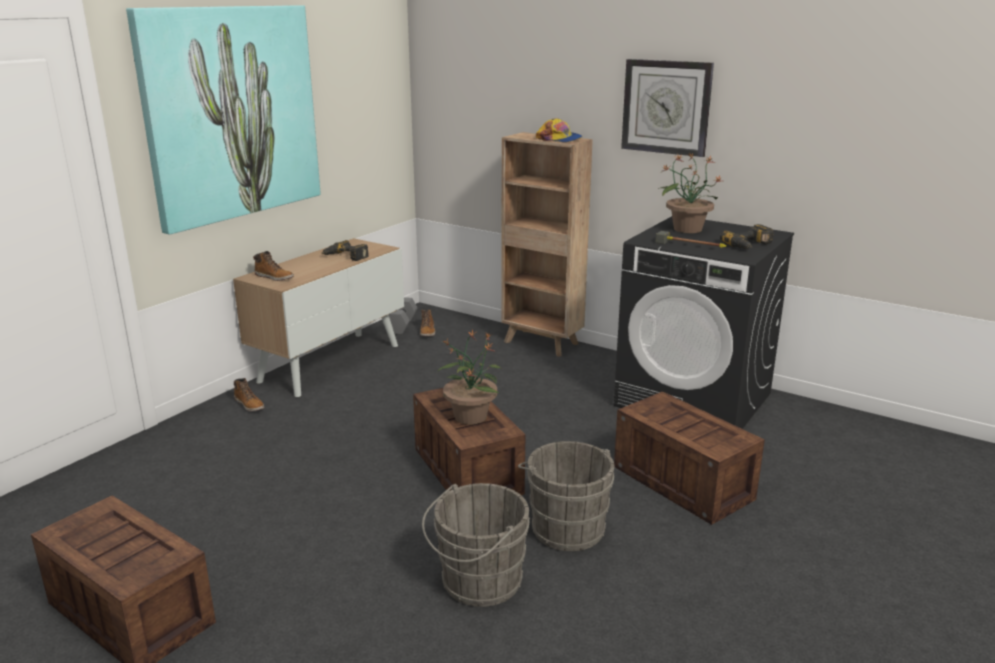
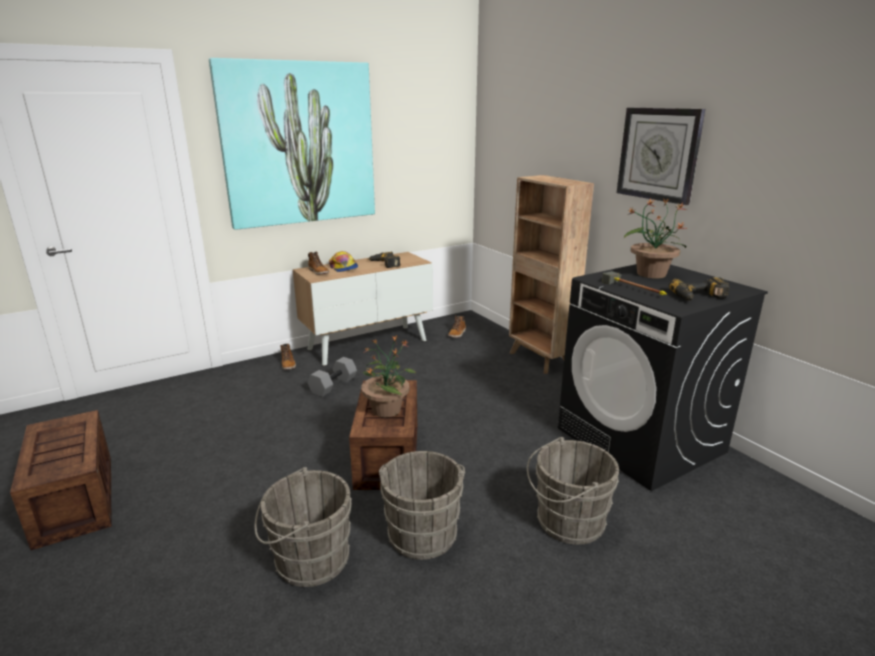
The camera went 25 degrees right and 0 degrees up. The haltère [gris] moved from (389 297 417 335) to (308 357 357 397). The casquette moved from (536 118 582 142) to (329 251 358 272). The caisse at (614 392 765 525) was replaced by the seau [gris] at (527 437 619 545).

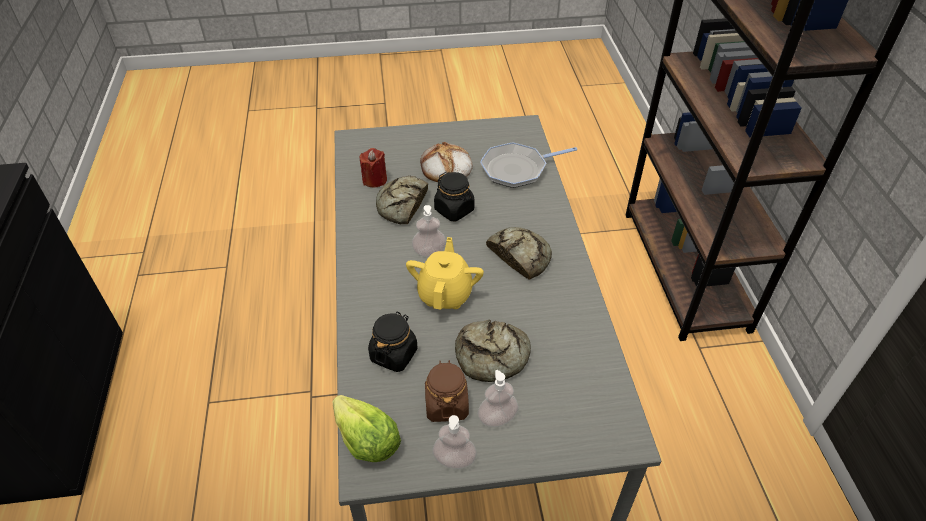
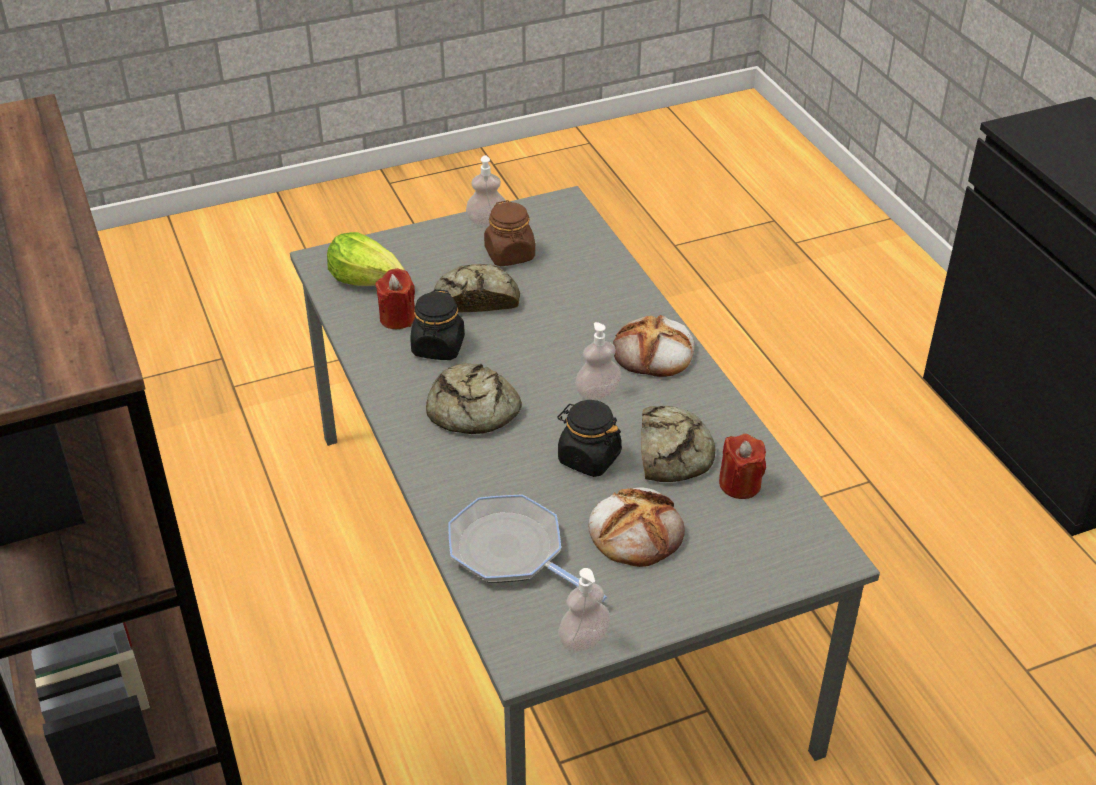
The camera went 165 degrees right and 5 degrees down. The laitue moved from (333 395 401 462) to (327 232 405 286). The bocal [noir] moved from (368 311 418 372) to (410 289 465 360). The théière [jaune] at (406 237 484 309) disappeared. The distributeur de savon moved from (477 370 519 427) to (558 568 611 652). The poêle at (480 142 577 188) turned 105 degrees counterclockwise. The bougie [rouge] at (375 268 415 329) appeared. The pain at (613 315 695 377) appeared.

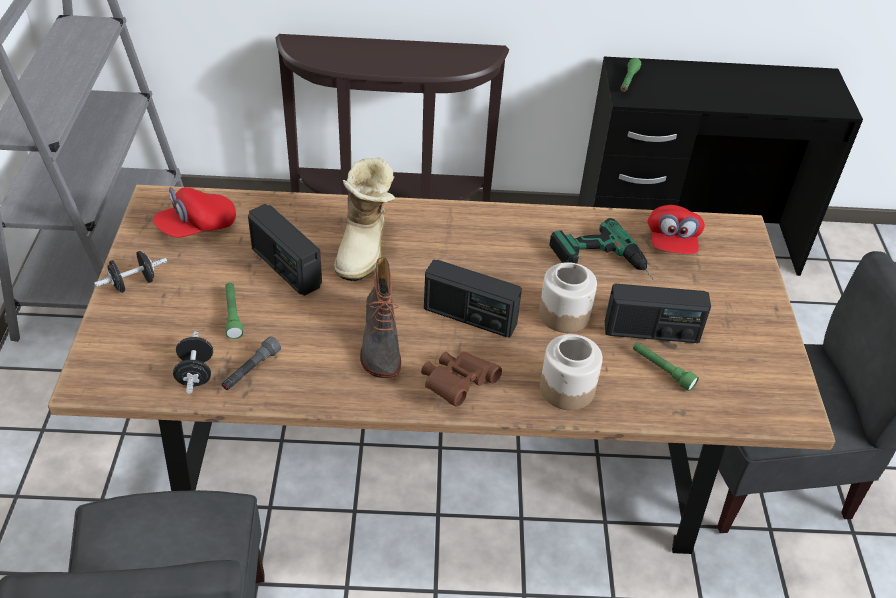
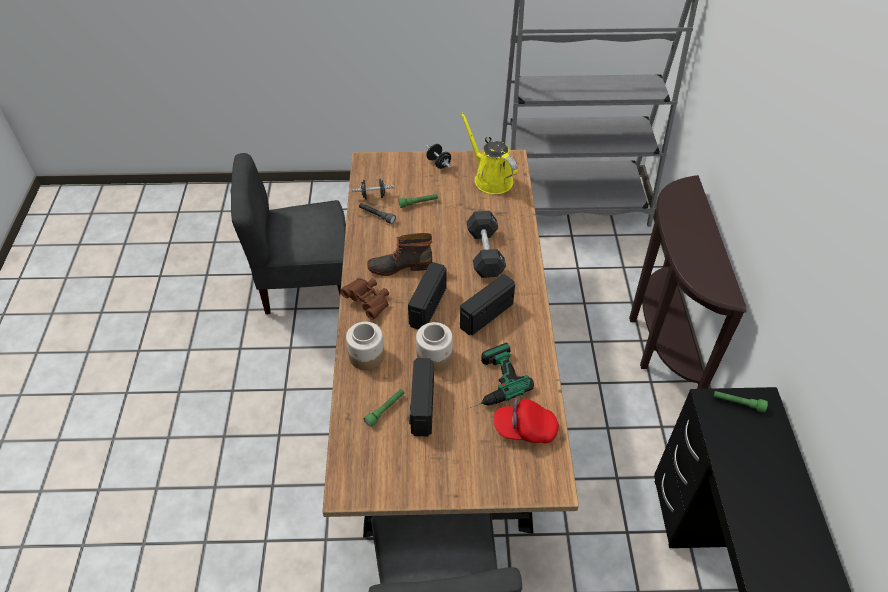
The camera went 90 degrees right and 5 degrees up. The casquette [rouge] at (153 187 236 238) was replaced by the arrosoir [jaune] at (460 112 518 194). The radio moved from (248 204 322 296) to (460 274 515 336). The botte at (334 157 396 282) was replaced by the haltère [noir] at (466 211 506 278).

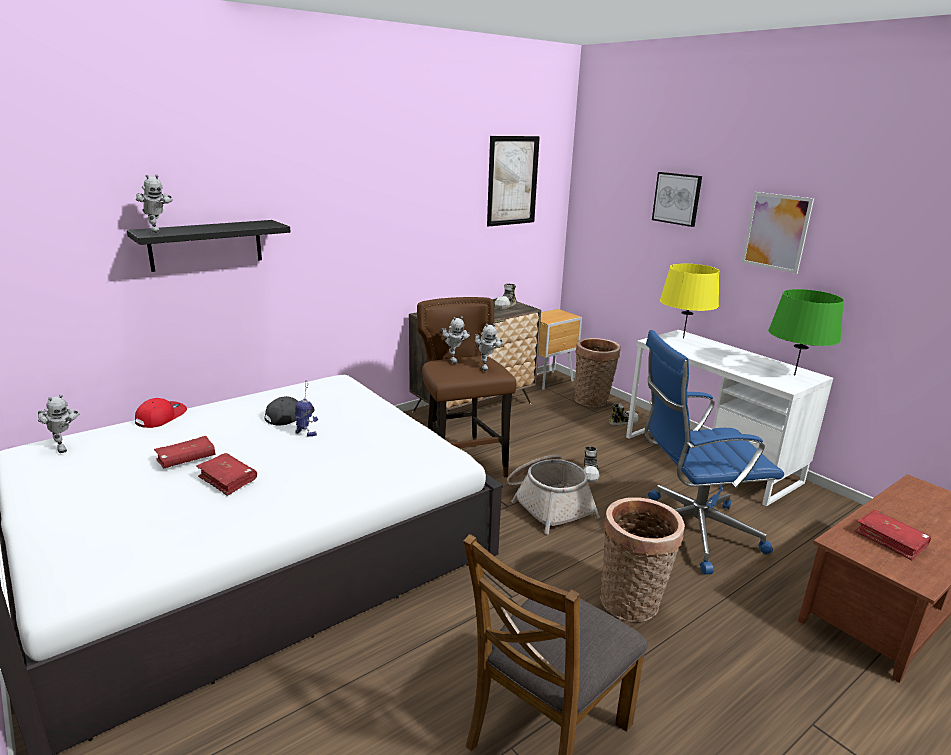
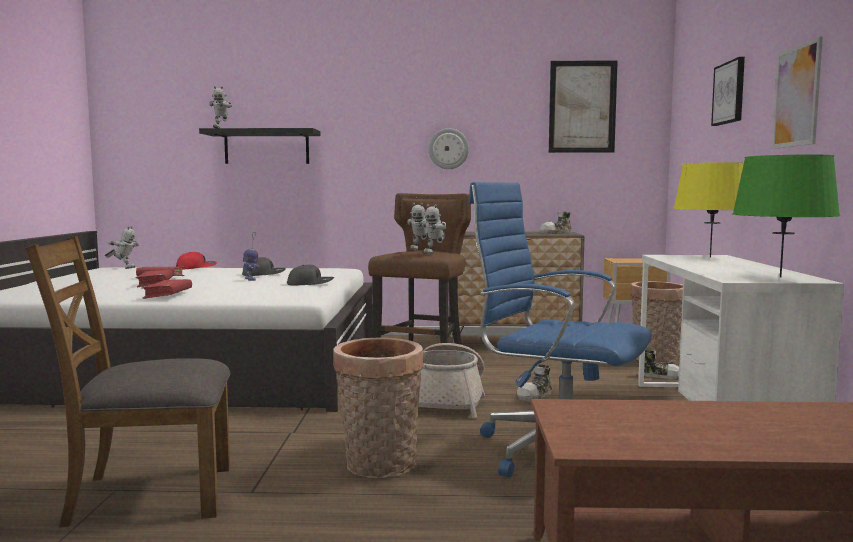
The camera went 40 degrees right and 15 degrees down. The robot jouet at (38 394 79 453) turned 75 degrees counterclockwise. The livre [rouge] moved from (854 510 932 561) to (141 279 192 299). The casquette [gris] at (287 265 334 286) appeared. The horloge murale at (428 128 469 169) appeared.

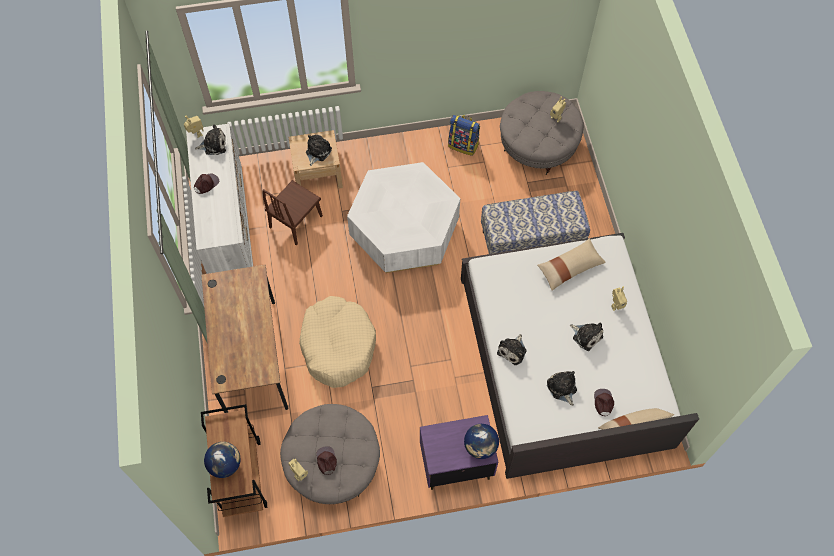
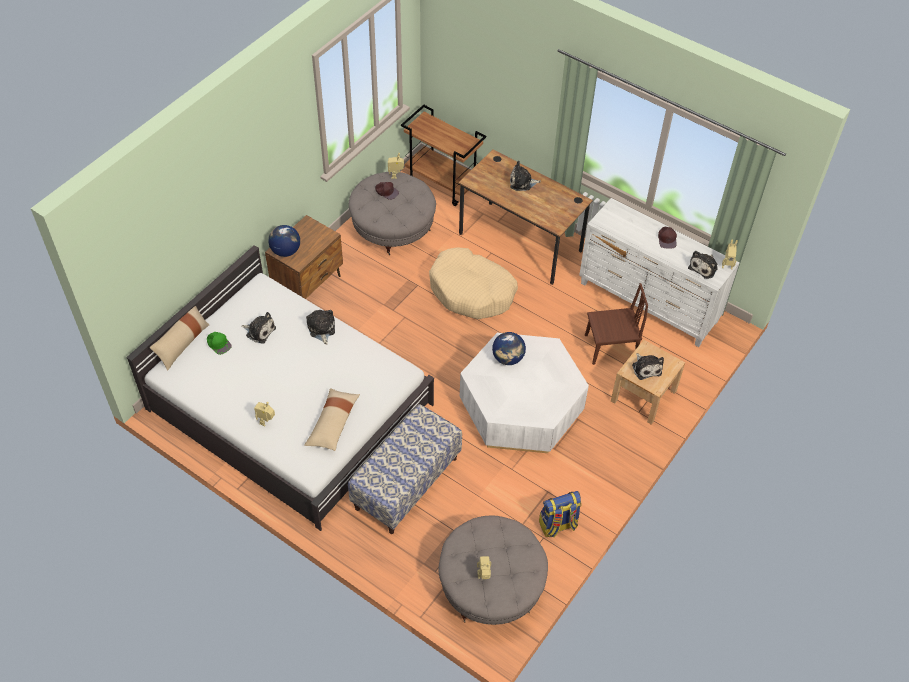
The camera went 135 degrees right and 10 degrees down. The globe moved from (204 442 240 478) to (492 332 526 365). The chaise [marron] at (263 180 323 245) turned 90 degrees clockwise. The table de chevet [violet] at (420 415 498 490) became the table de chevet [marron] at (265 215 343 299). The peluche moved from (570 322 603 351) to (510 161 541 191). The casquette [marron] at (594 389 614 416) became the casquette [vert] at (207 332 232 355).

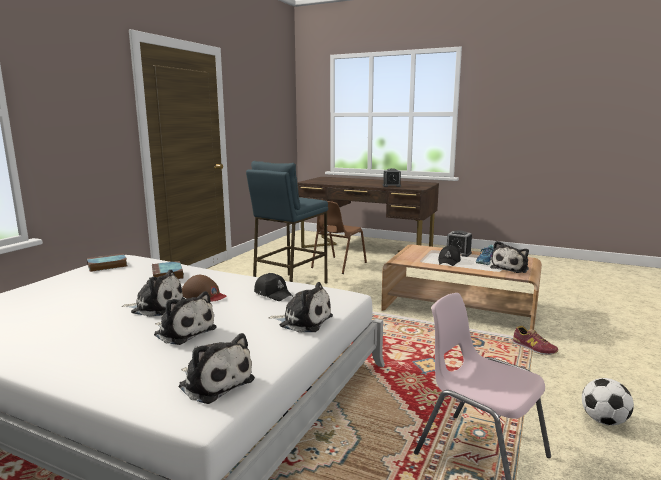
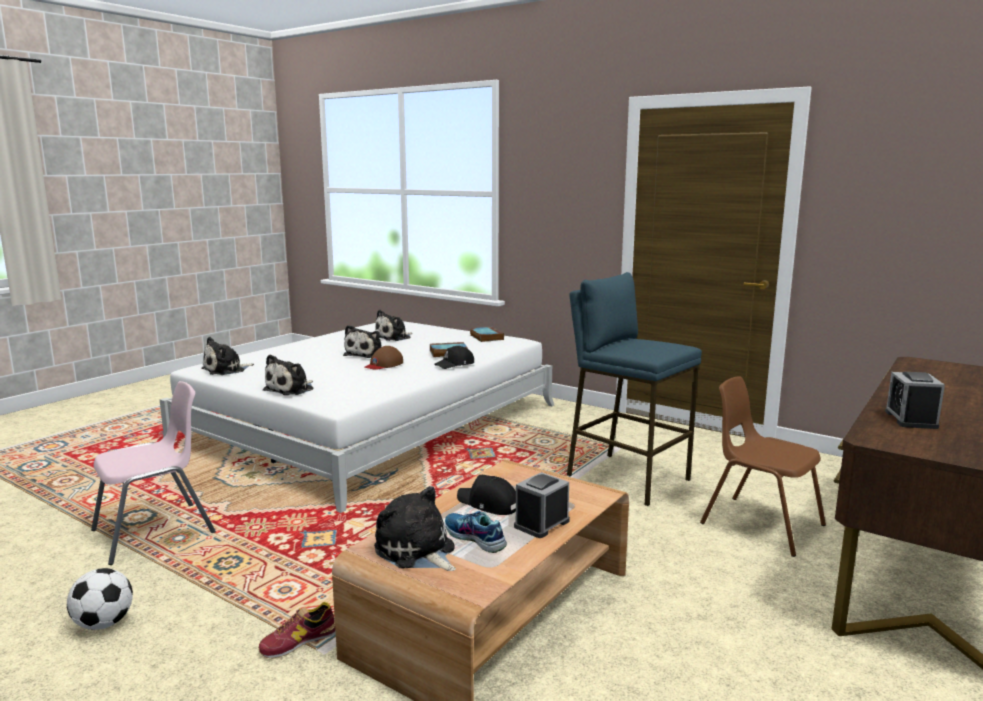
The camera went 100 degrees right and 0 degrees up. The peluche moved from (154 291 217 345) to (375 310 413 341). The casquette [noir] moved from (254 273 293 301) to (434 345 474 369).

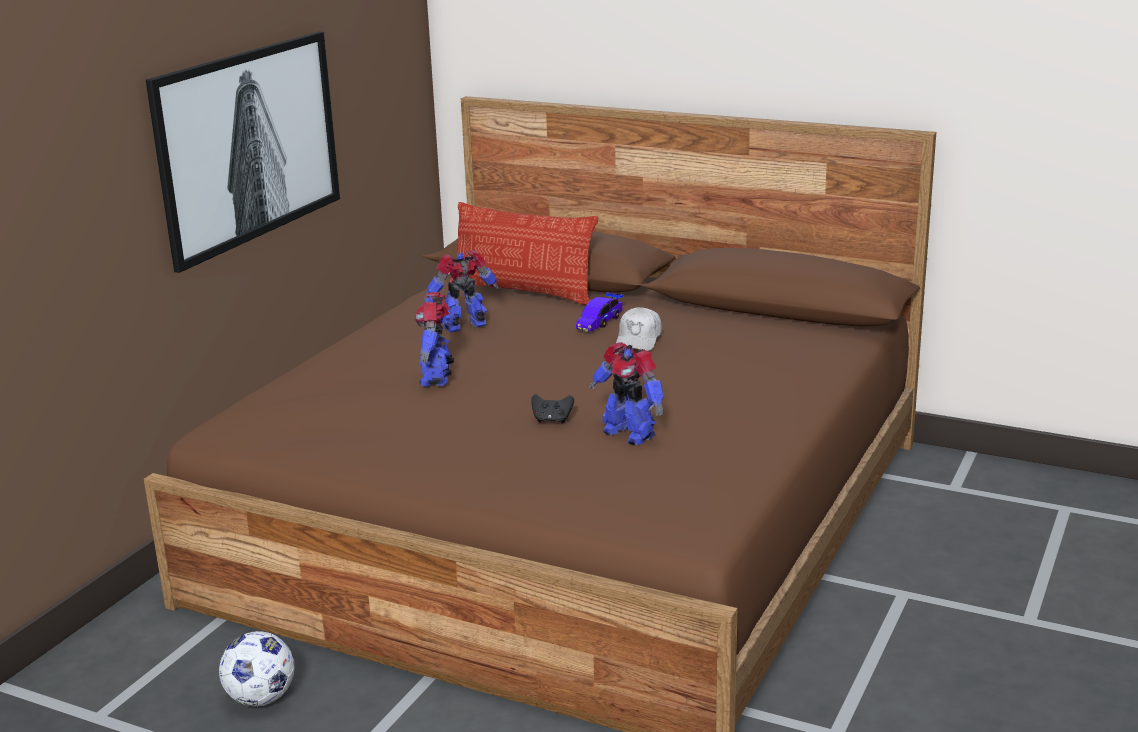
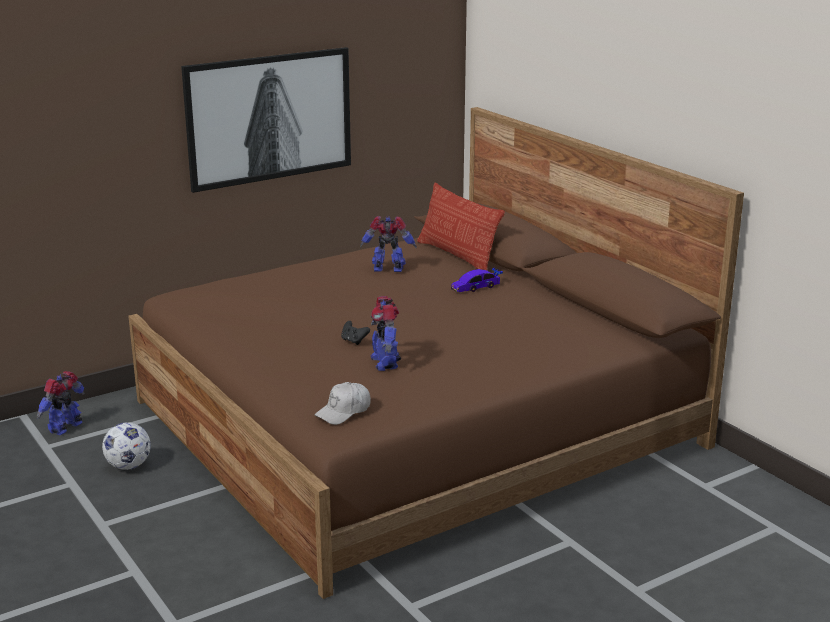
The camera went 30 degrees right and 0 degrees up. The robot jouet moved from (415 292 454 387) to (37 371 84 435). The casquette [blanc] moved from (616 307 662 351) to (315 382 371 425).

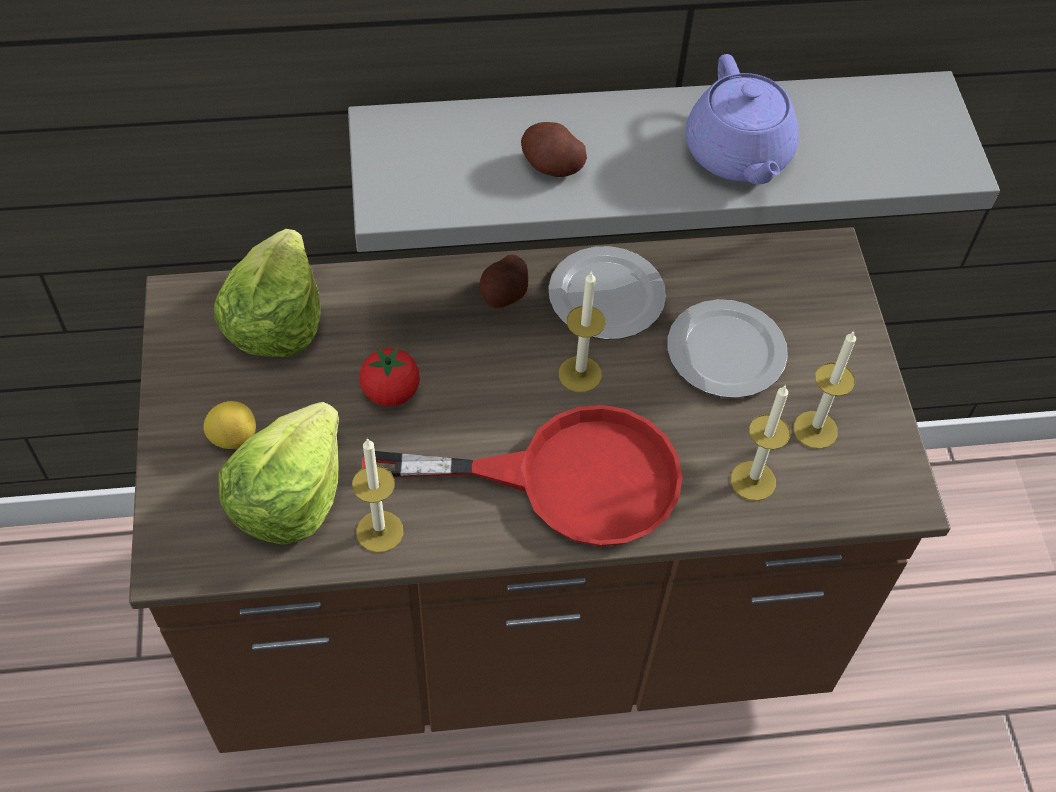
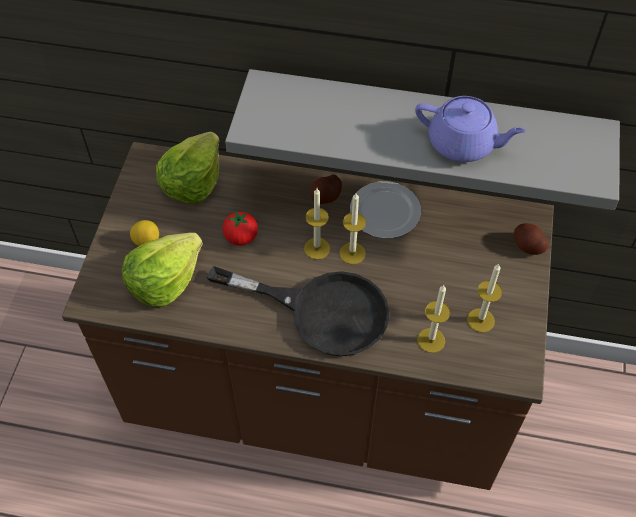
The camera went 20 degrees right and 0 degrees up. The bougie moved from (352 438 403 553) to (304 188 330 260). The poêle [rouge] at (362 405 683 546) became the poêle [noir] at (207 266 390 356). The pomme de terre moved from (521 122 587 177) to (514 223 548 255). The assiette at (668 299 788 398) disappeared. The théière [violet] at (686 54 799 184) turned 75 degrees counterclockwise.

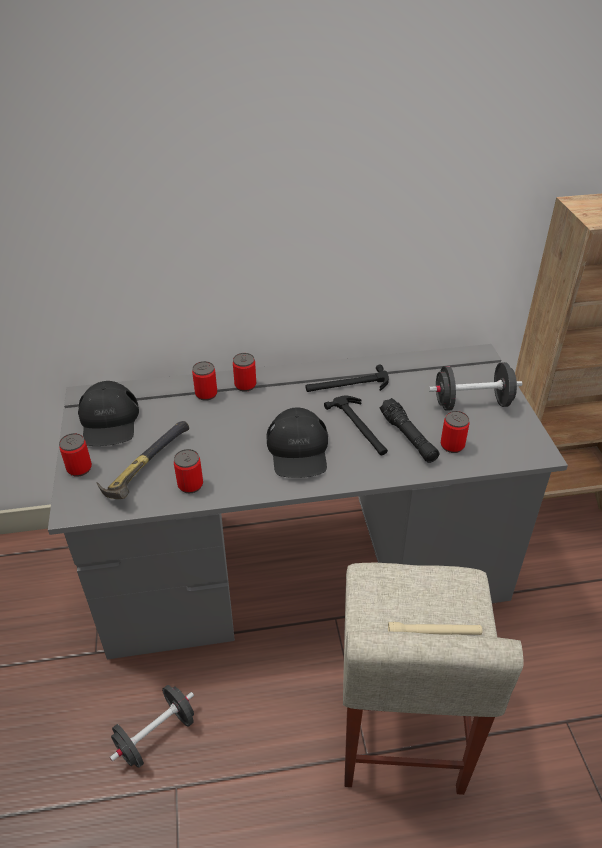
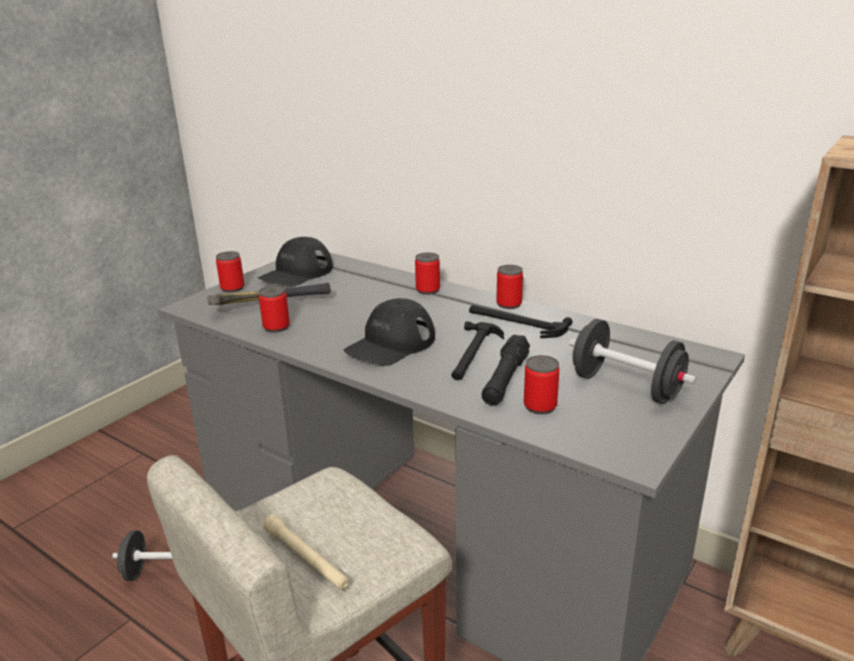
The camera went 45 degrees right and 15 degrees down. The boîte métallique moved from (192 361 217 401) to (496 265 523 309).

